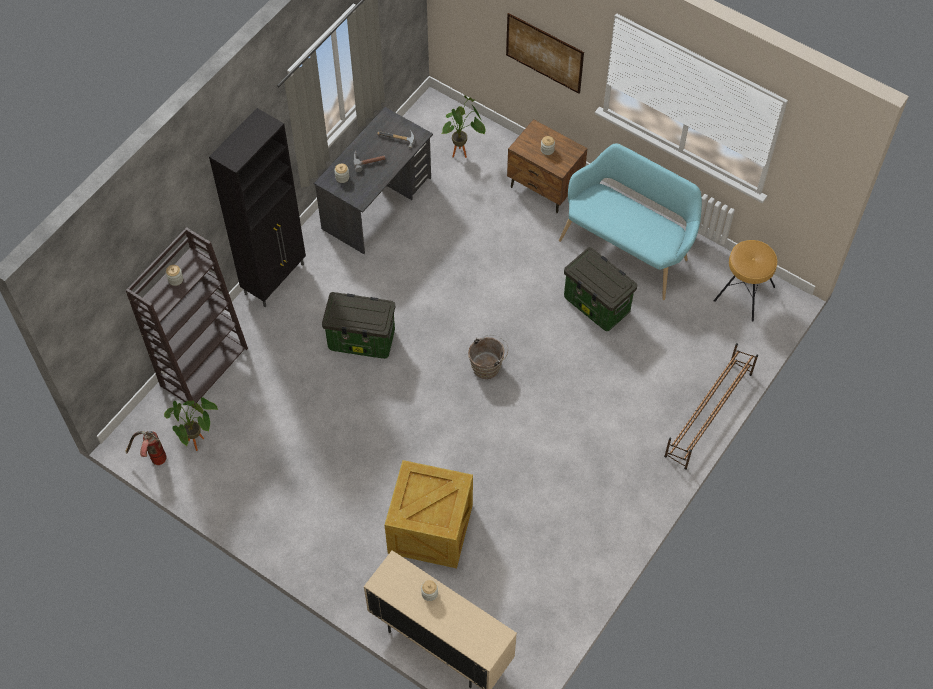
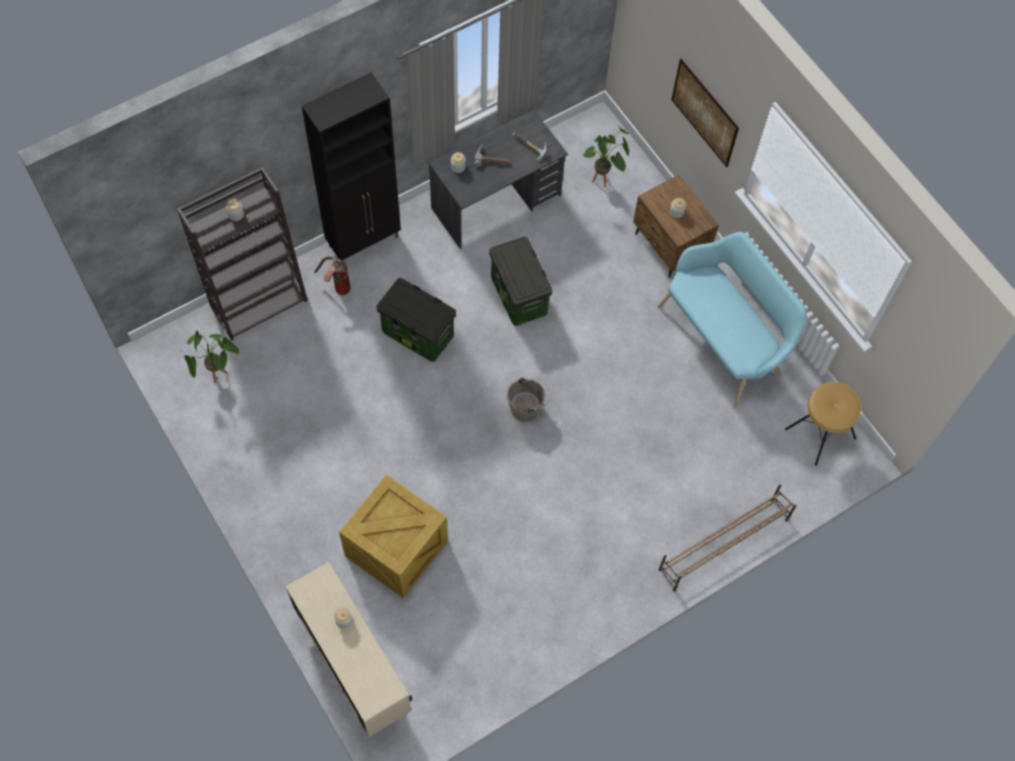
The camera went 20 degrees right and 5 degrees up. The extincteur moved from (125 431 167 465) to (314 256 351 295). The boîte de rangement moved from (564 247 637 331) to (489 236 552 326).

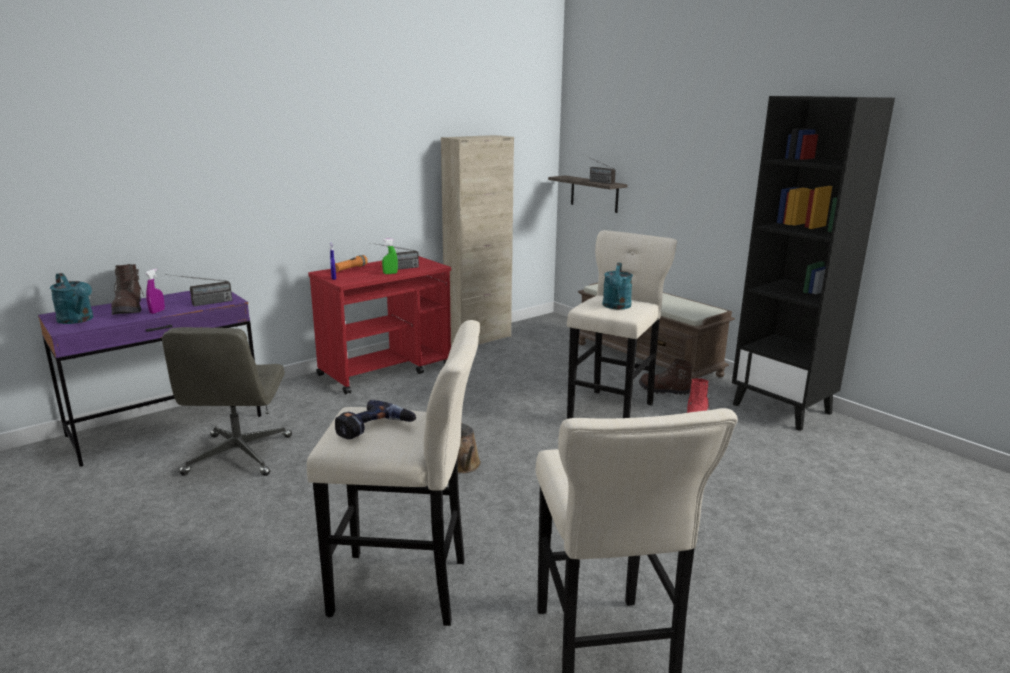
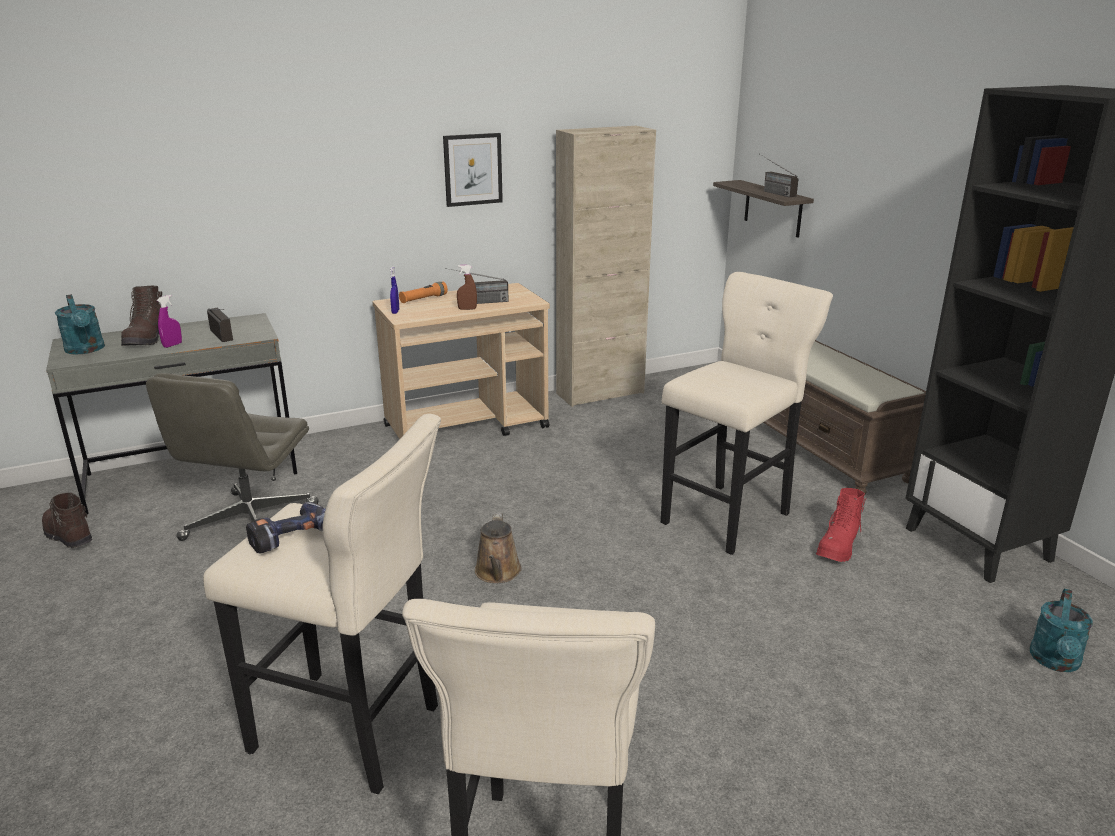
The camera went 15 degrees right and 5 degrees up. The bureau [violet] at (38 291 261 467) became the bureau [gris] at (46 313 297 515). The radio at (165 274 232 306) turned 105 degrees counterclockwise. The chariot [rouge] at (308 256 451 394) became the chariot [beige] at (372 283 550 439). The vaporisateur [vert] at (382 238 398 274) became the vaporisateur [marron] at (457 265 477 310). The arrosoir [turquoise] moved from (602 262 633 309) to (1030 588 1093 672). The botte [marron] moved from (639 359 693 395) to (42 492 92 548). The tableau at (443 133 503 207) appeared.

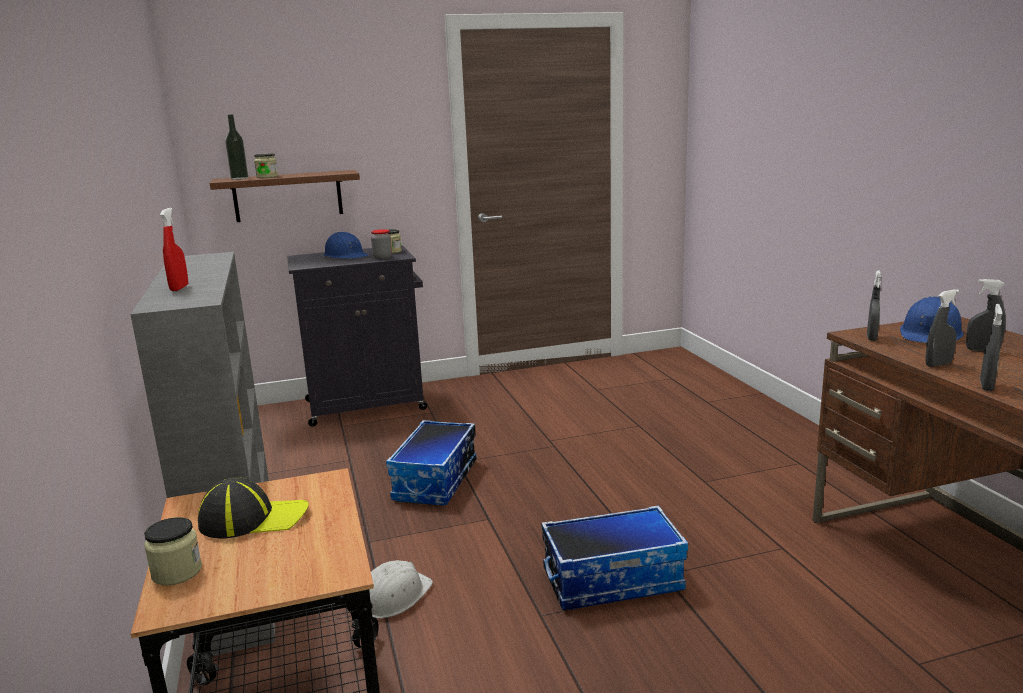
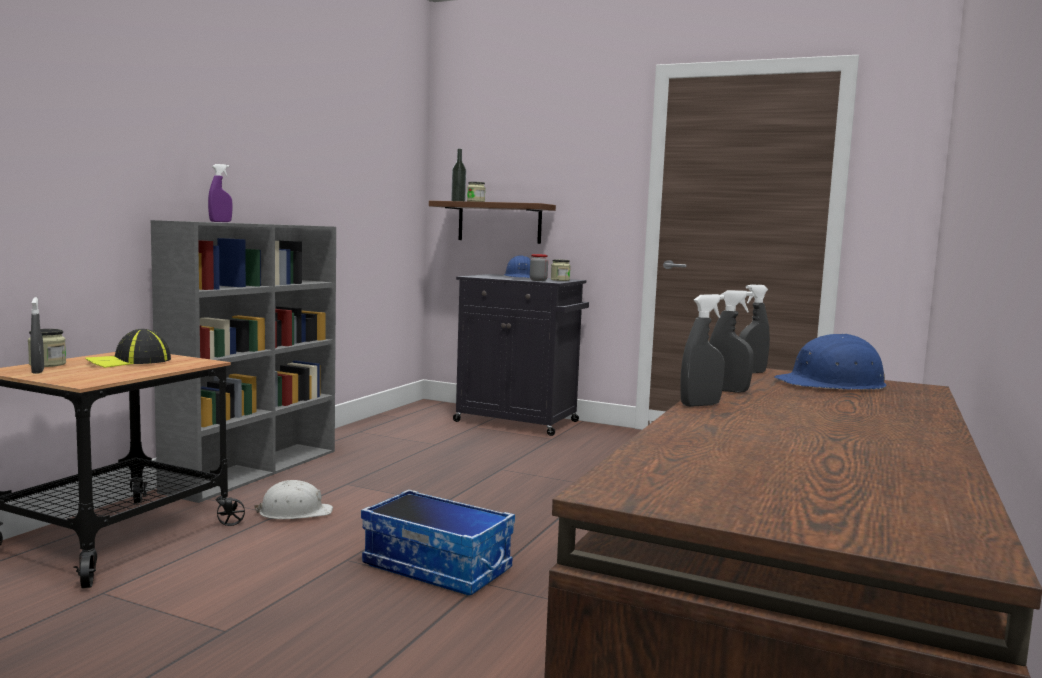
The camera went 40 degrees right and 10 degrees down. The vaporisateur [rouge] at (160 208 188 291) became the vaporisateur [violet] at (208 164 233 222). The casquette at (198 477 309 539) turned 105 degrees clockwise. The boîte de rangement at (386 420 477 506) disappeared. The vaporisateur [gris] moved from (966 279 1006 352) to (30 297 44 374).

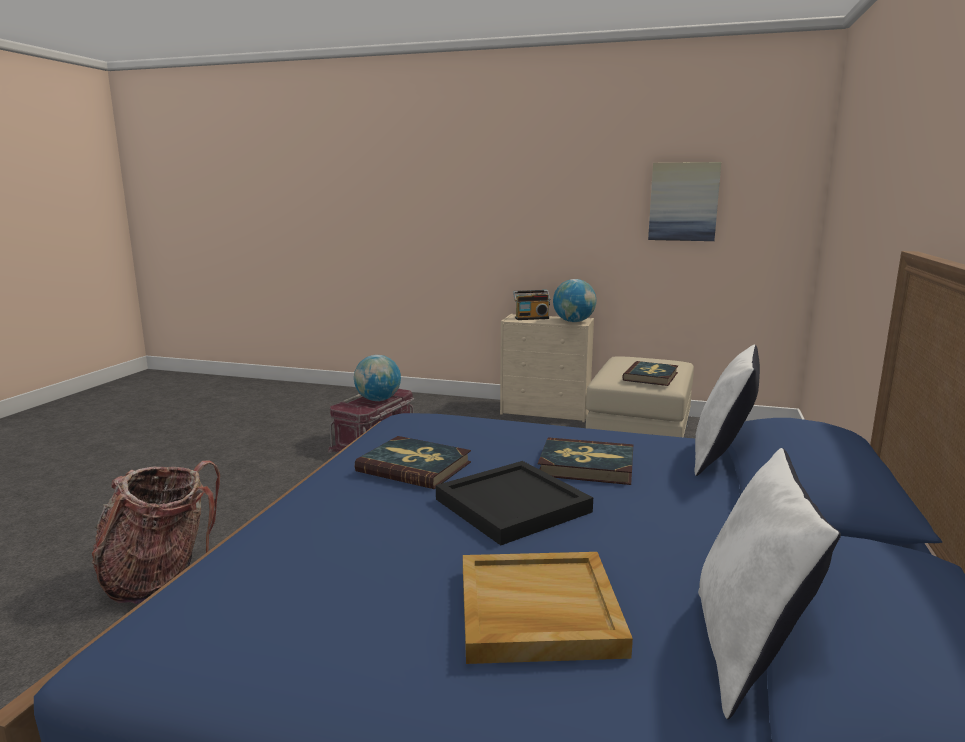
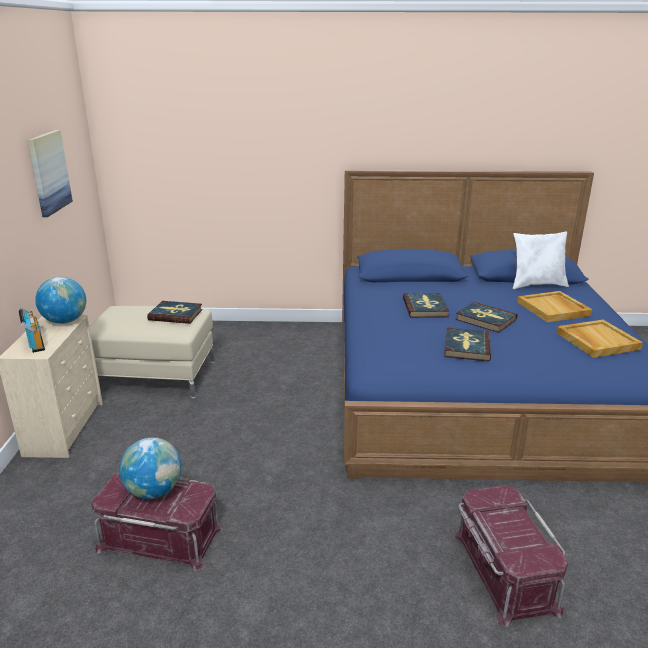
The camera went 105 degrees left and 10 degrees up. The sac à dos at (92 460 220 604) was replaced by the boîte de rangement [rouge] at (453 485 569 627). The plateau [noir] at (436 461 593 545) was replaced by the livre at (455 302 518 333). The coussin [blanc] at (694 345 760 476) disappeared. The plateau [beige] at (557 320 643 358) appeared.

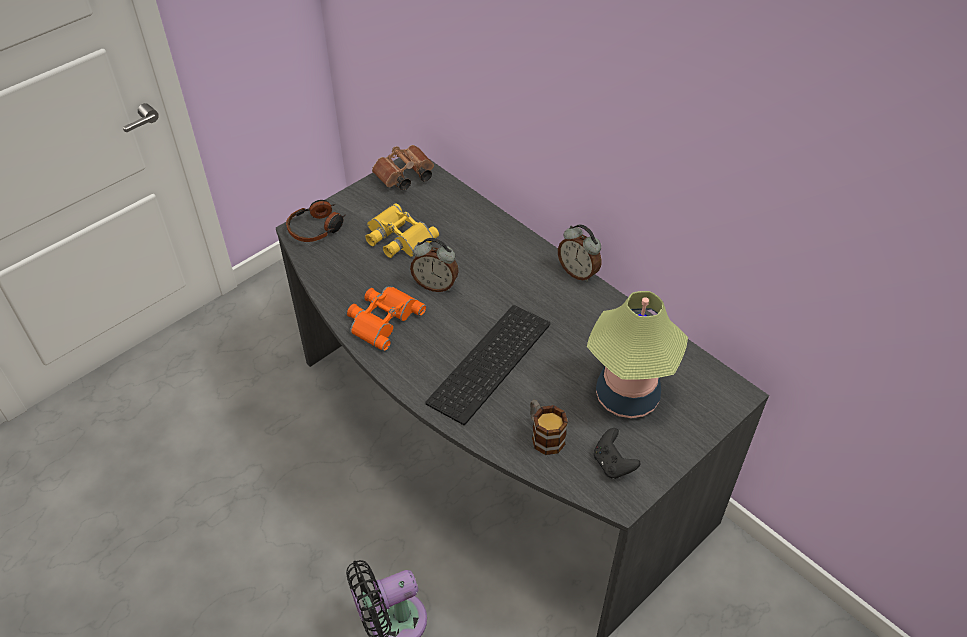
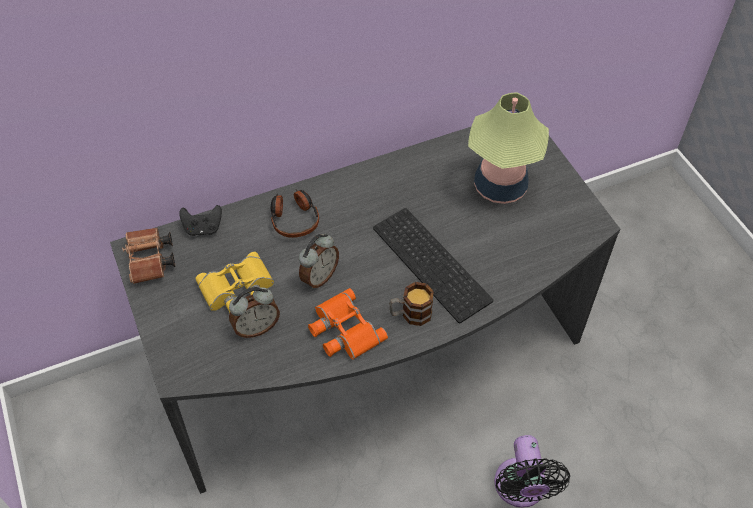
The camera went 70 degrees left and 5 degrees up. The casque audio moved from (286 200 346 242) to (271 189 319 238). The mug moved from (530 400 568 455) to (389 282 434 326). The réveil moved from (558 224 602 282) to (229 287 280 338). The manette [noir] moved from (594 428 641 479) to (179 205 222 236).

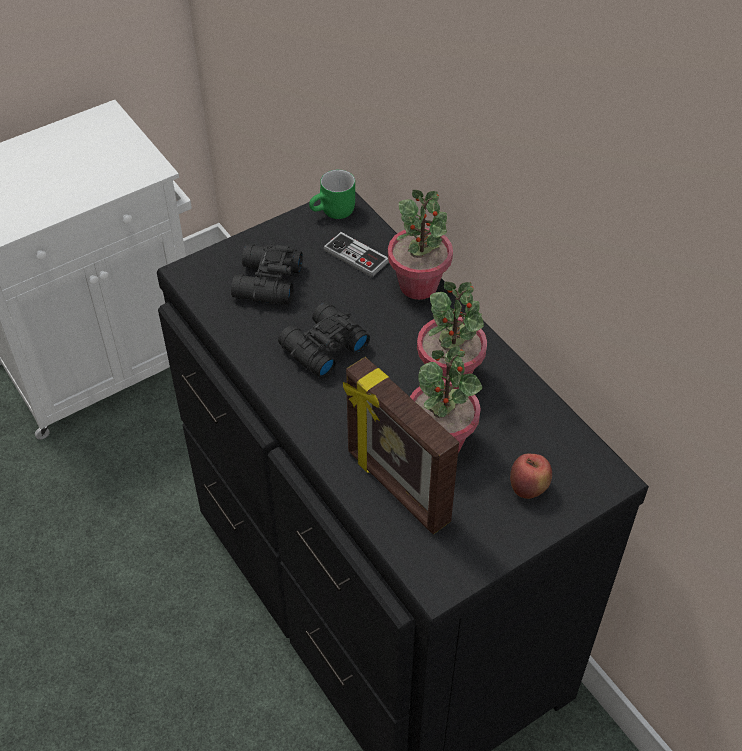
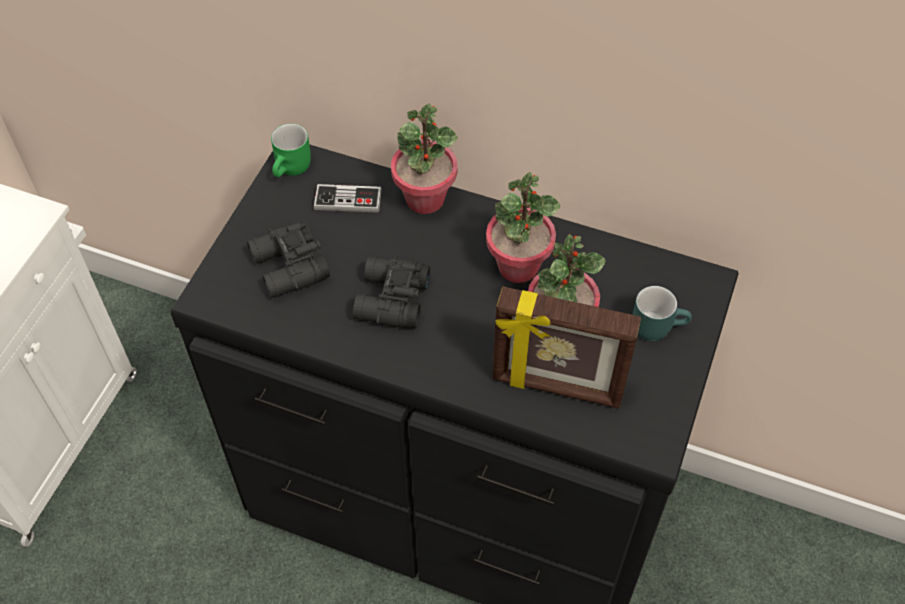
The camera went 35 degrees left and 5 degrees up. The pomme at (510 454 552 499) was replaced by the mug [turquoise] at (633 286 692 341).

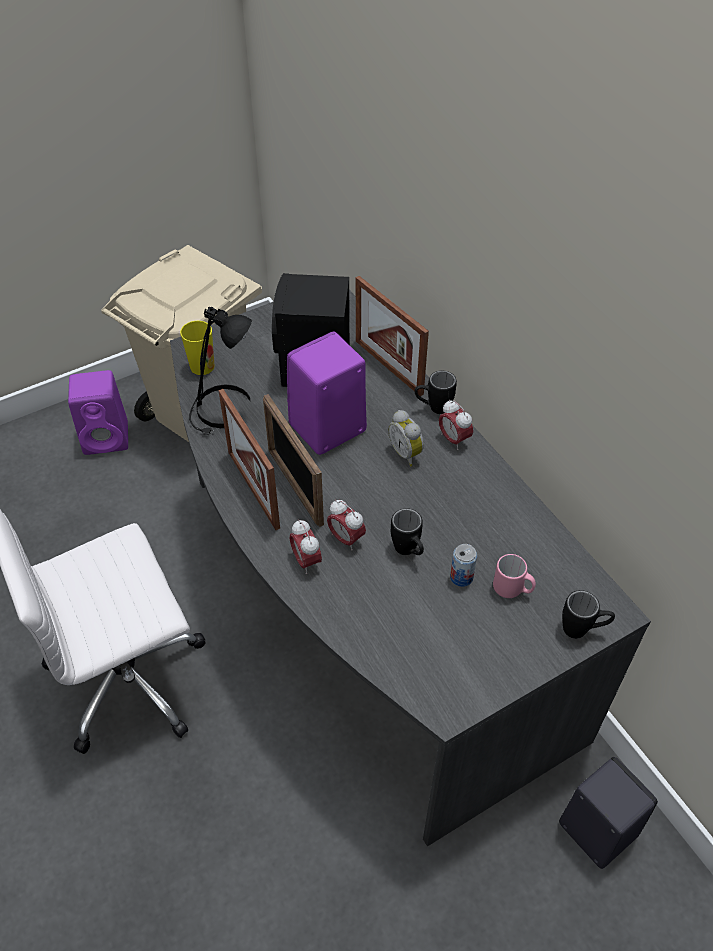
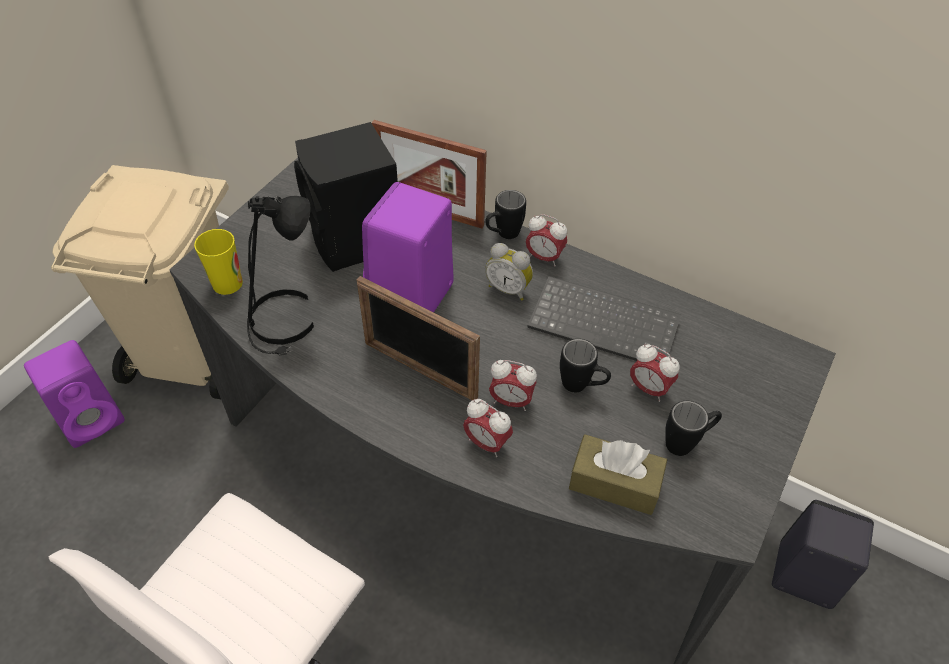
The camera went 30 degrees left and 0 degrees up. The cadre photo at (218 389 280 530) disappeared. The boîte métallique at (450 544 477 587) was replaced by the réveil at (630 344 680 402). The mug [rose] at (493 554 536 598) disappeared. The mug [noir] moved from (562 590 615 639) to (665 401 722 456). The clavier at (528 276 681 361) appeared. The boîte à mouchoirs [marron] at (569 434 667 515) appeared.

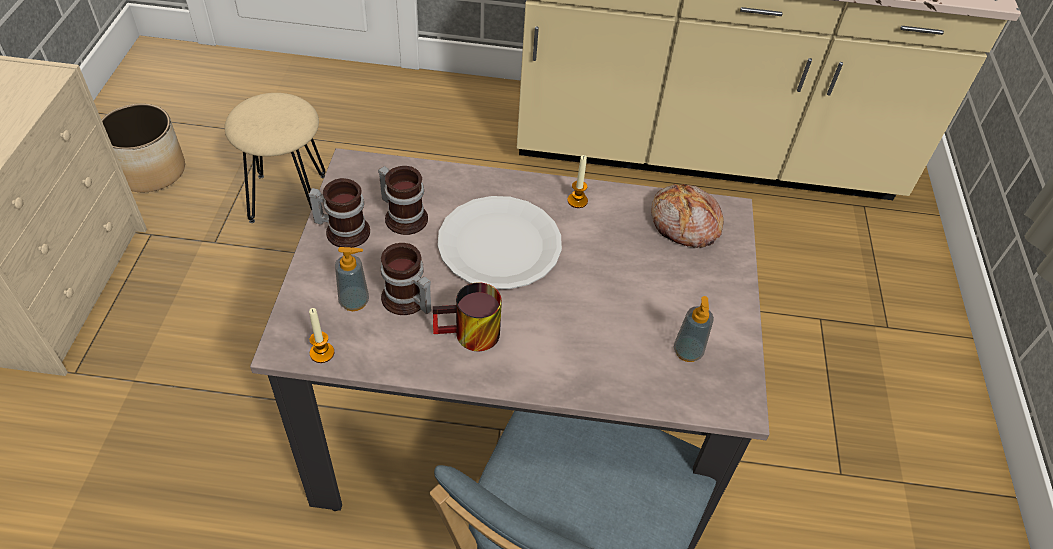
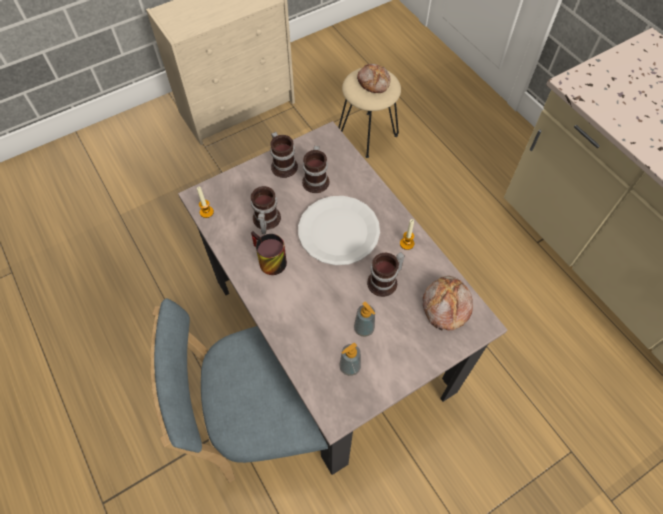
The camera went 55 degrees right and 10 degrees up. The cache-pot at (101 104 185 192) disappeared. The distributeur de savon moved from (335 247 369 311) to (354 302 375 337). The pain at (357 64 391 93) appeared. The mug at (367 252 405 297) appeared.

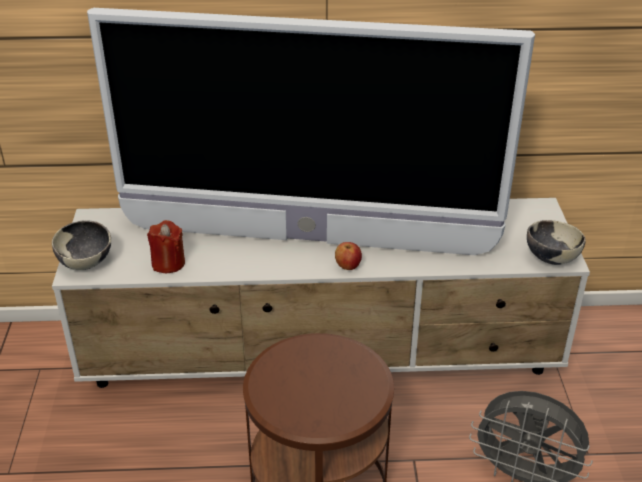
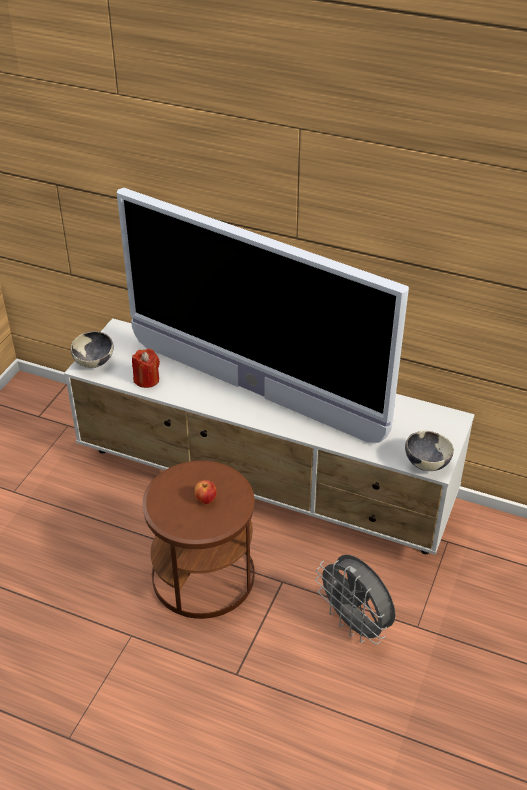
The camera went 25 degrees right and 5 degrees up. The pomme moved from (335 242 362 270) to (195 480 217 504).

